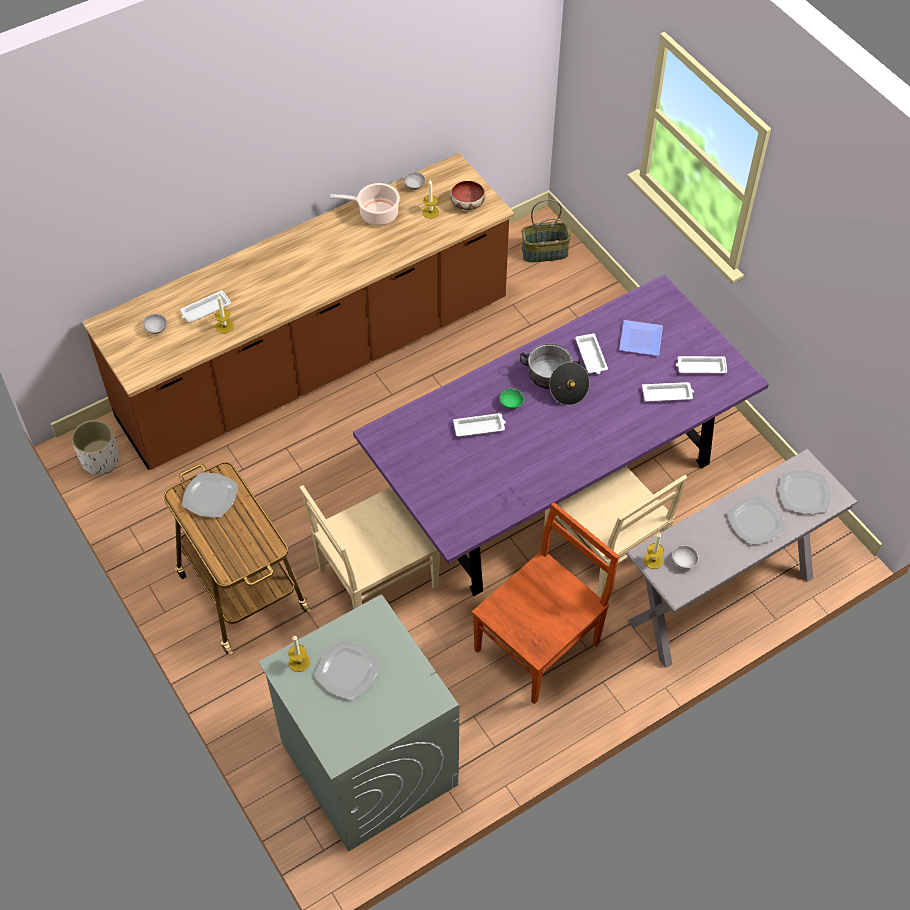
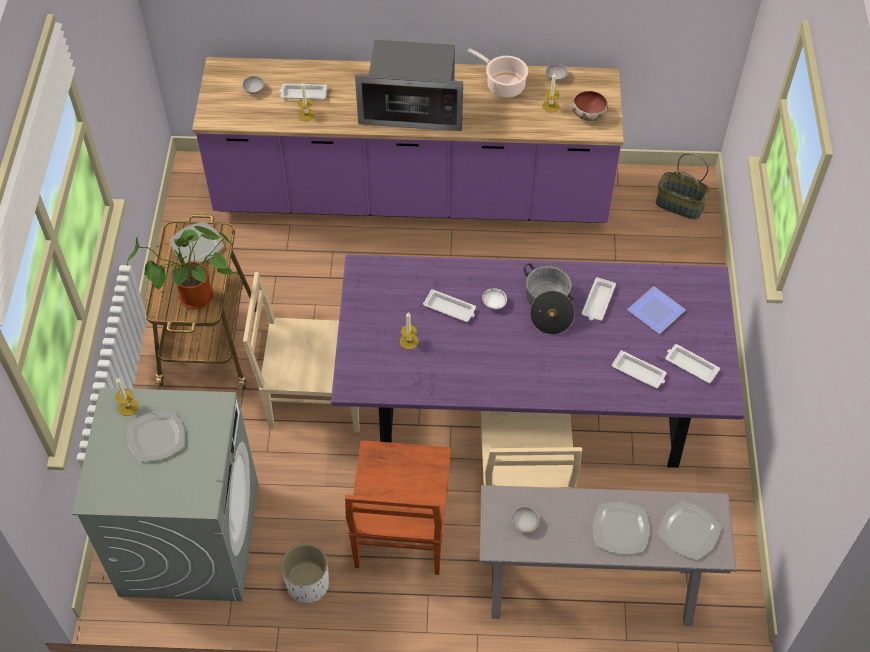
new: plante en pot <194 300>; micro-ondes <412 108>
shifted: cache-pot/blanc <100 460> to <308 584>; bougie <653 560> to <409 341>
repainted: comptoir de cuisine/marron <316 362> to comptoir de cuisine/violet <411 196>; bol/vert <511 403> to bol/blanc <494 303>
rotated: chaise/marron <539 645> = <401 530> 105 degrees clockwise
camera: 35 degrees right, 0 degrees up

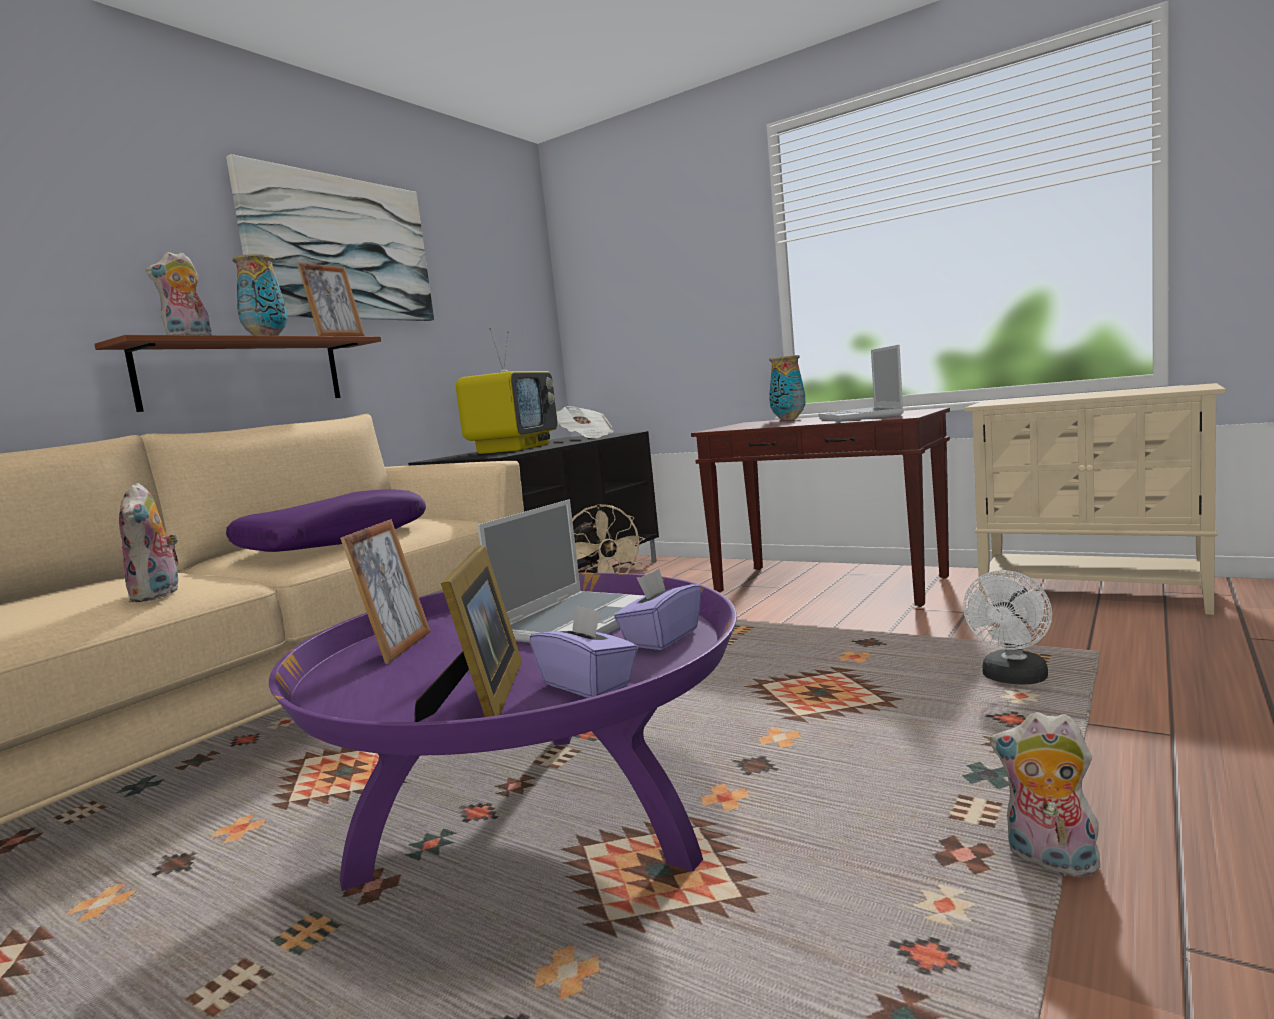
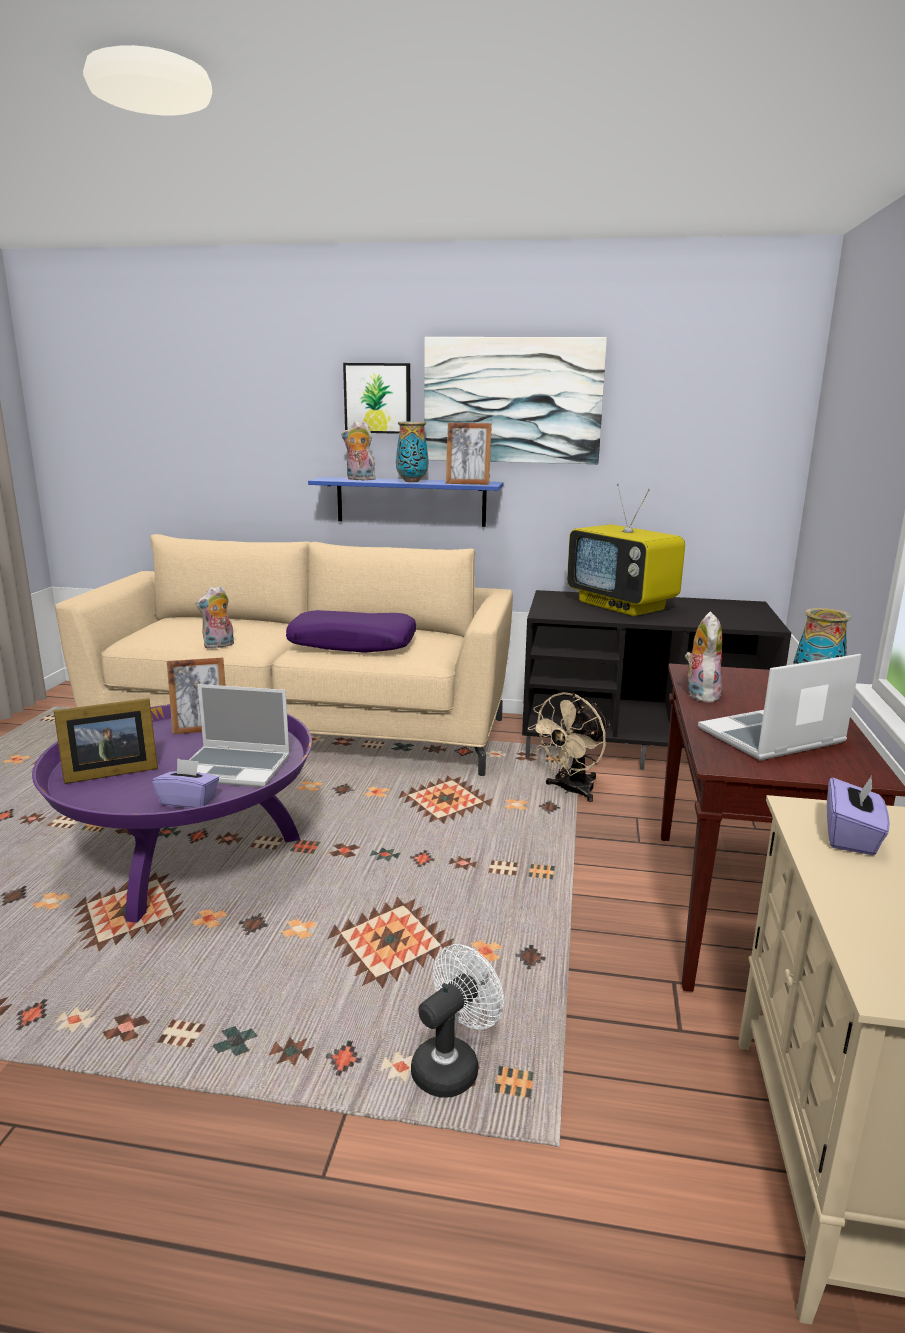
gone: journal <586 438>
new: tableau <378 398>
shifted: peluche <1049 862> to <700 694>; boîte à mouchoirs/violet <588 684> to <851 837>
repainted: étagère/marron <243 373> to étagère/bleu <411 501>
rotated: ventilateur/blanc <1013 679> = <452 1065> 120 degrees clockwise; téléviseur <514 448> = <622 605> 60 degrees clockwise
camera: 65 degrees right, 10 degrees up

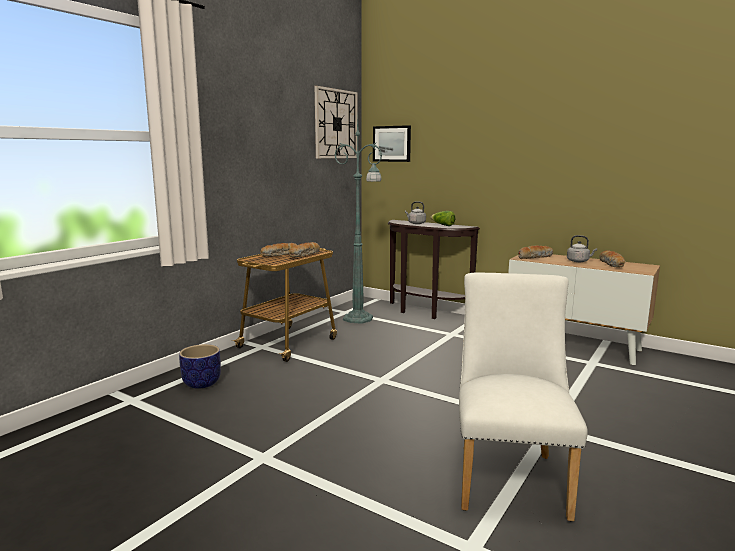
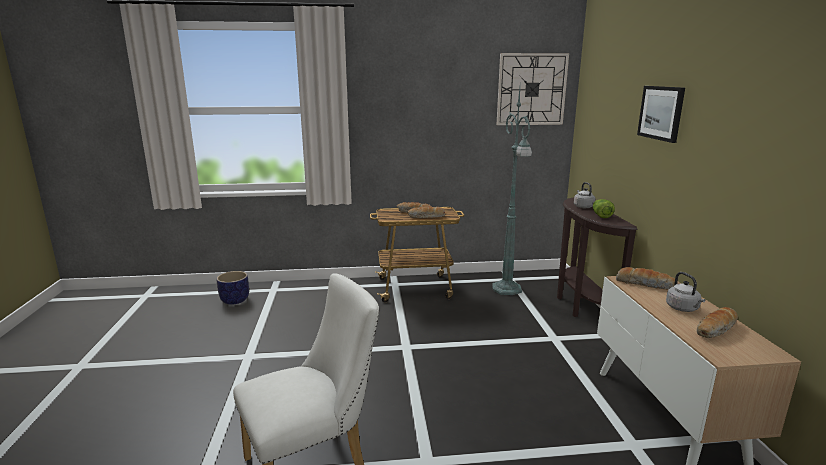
shifted: cache-pot <201 383> to <234 300>; tableau <392 143> to <661 113>
camera: 50 degrees right, 5 degrees up

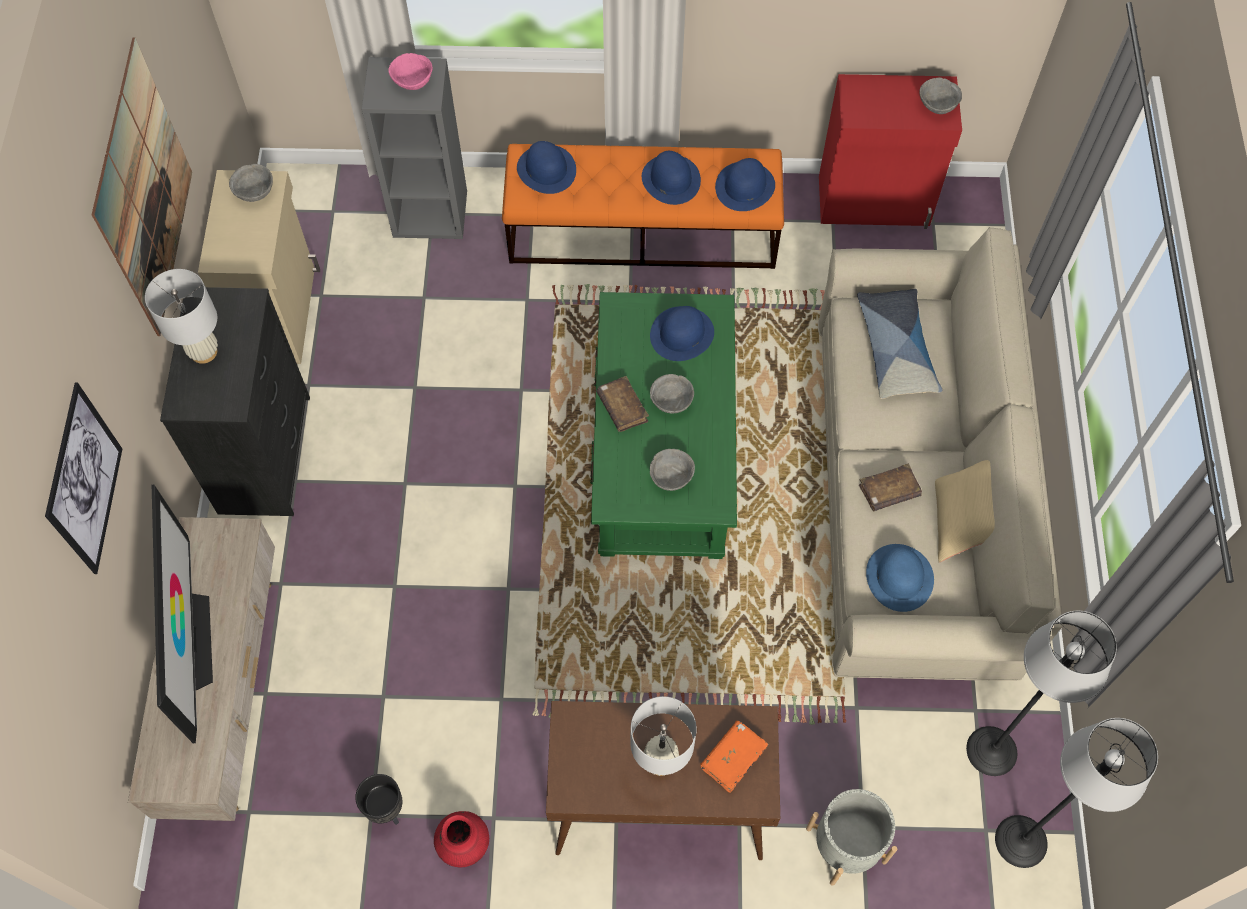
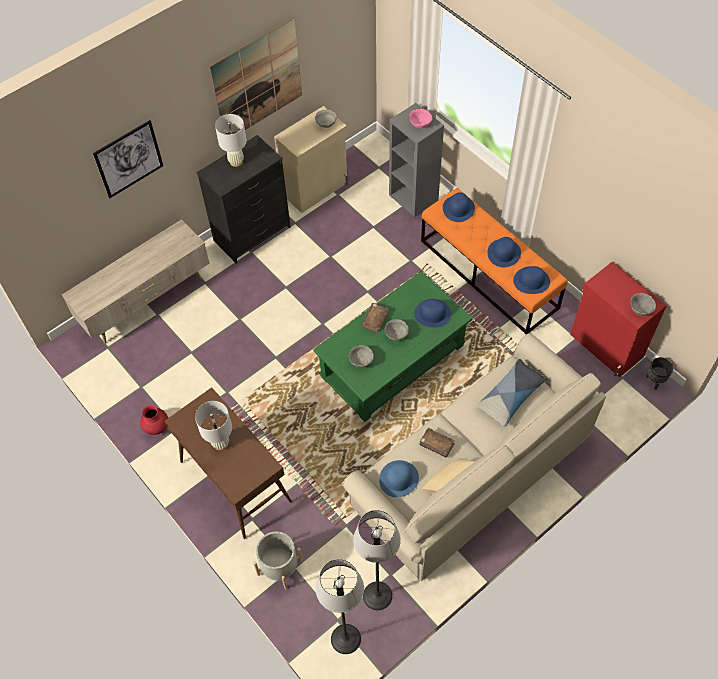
gone: téléviseur <191 641>; livre/orange <733 758>
shifted: cache-pot/noir <385 809> to <654 381>
camera: 50 degrees right, 5 degrees down

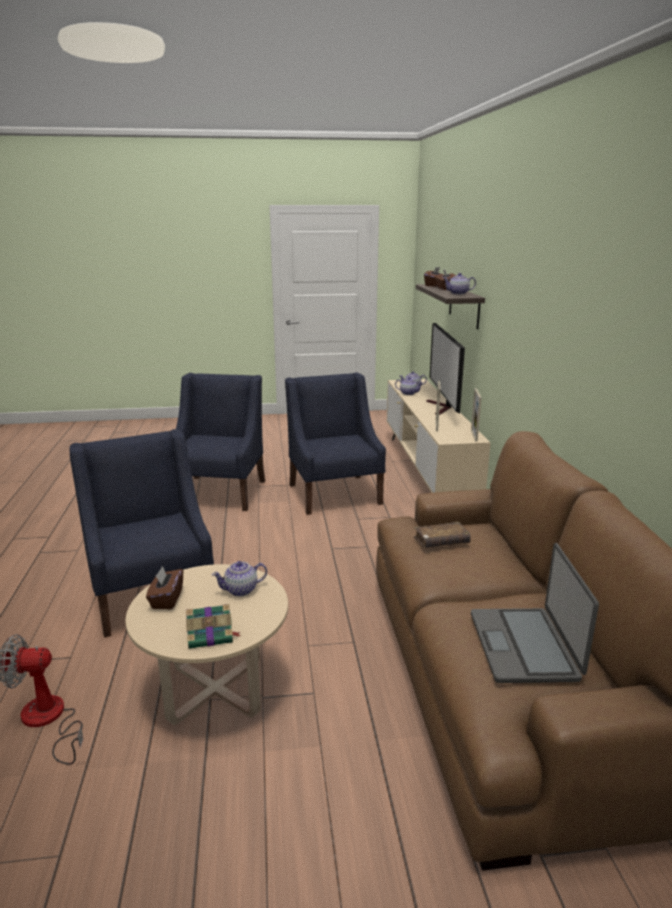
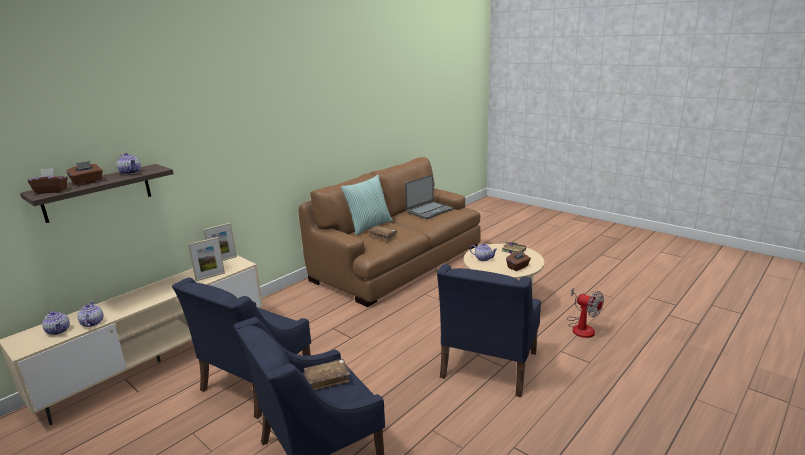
gone: téléviseur <442 408>
new: livre/marron <327 379>; coussin <369 226>
camera: 130 degrees left, 0 degrees up

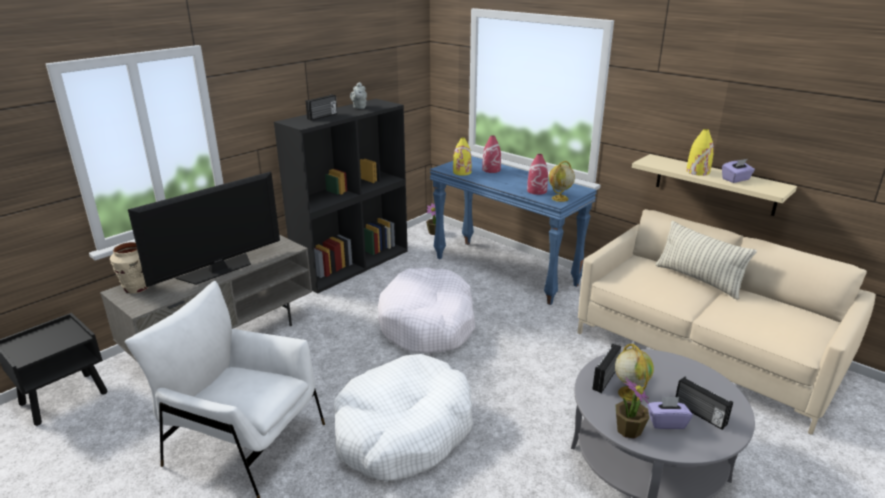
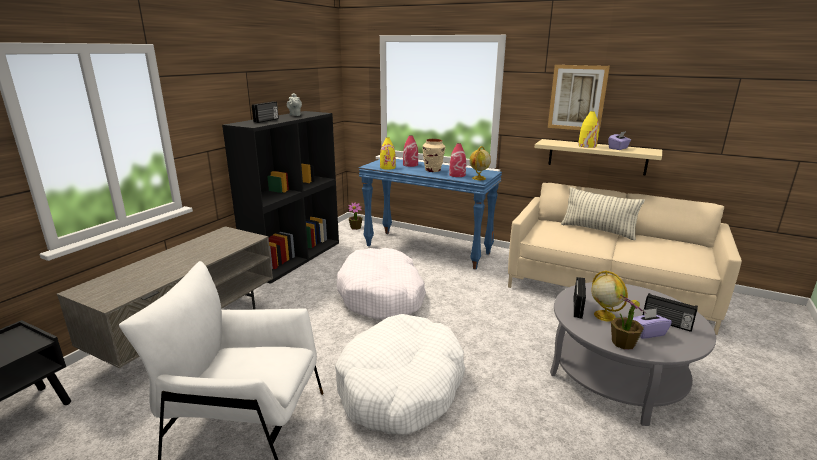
gone: téléviseur <218 270>
new: tableau <577 98>
shifted: vase/beige <137 288> to <433 170>
camera: 15 degrees left, 5 degrees down

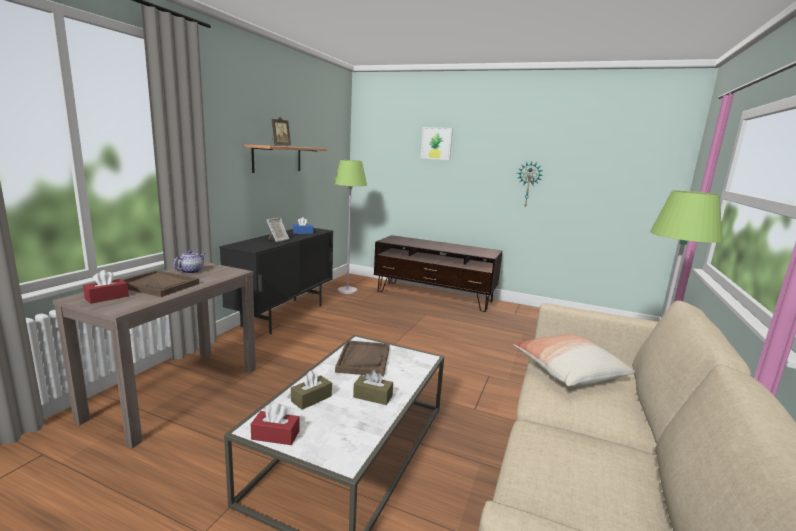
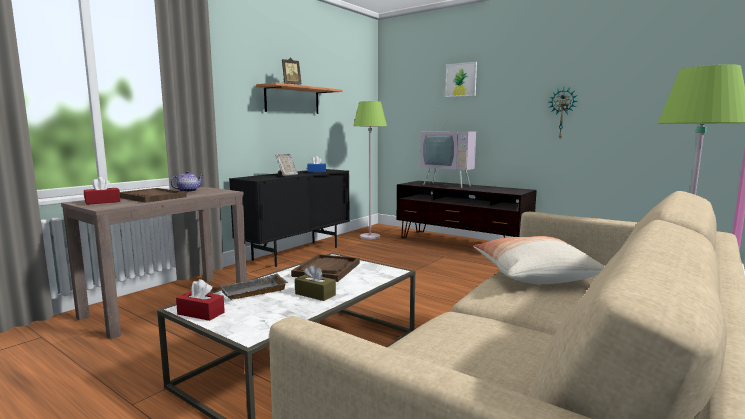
new: téléviseur <448 185>
swapped: boîte à mouchoirs/marron <311 398> to plateau/gris <254 292>
camera: 15 degrees right, 5 degrees down

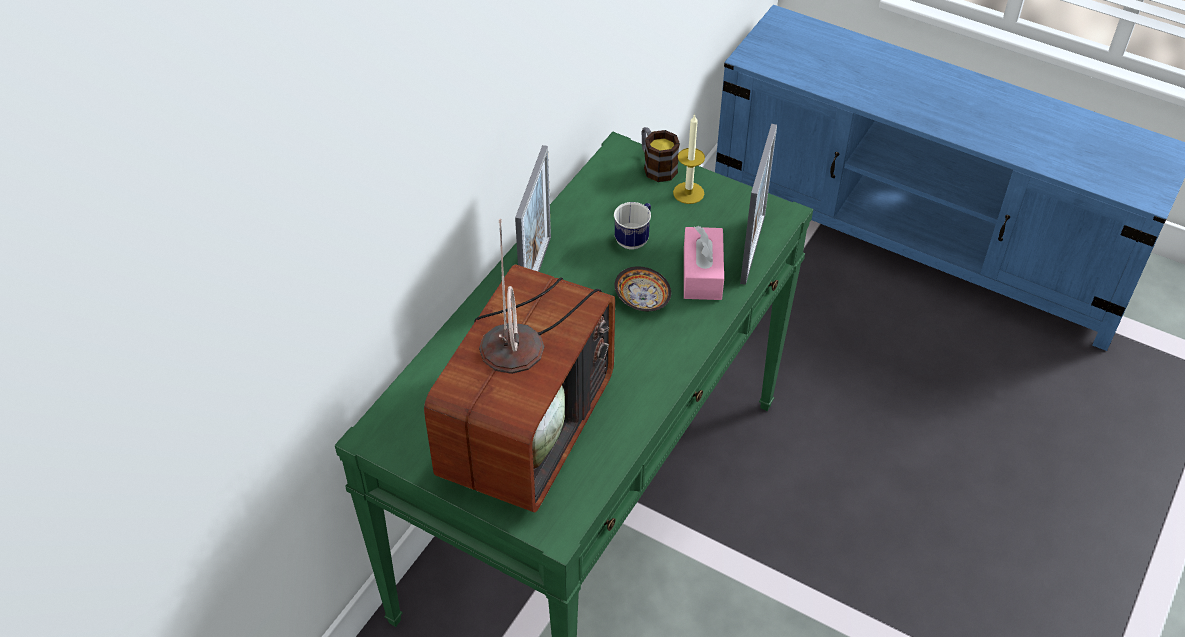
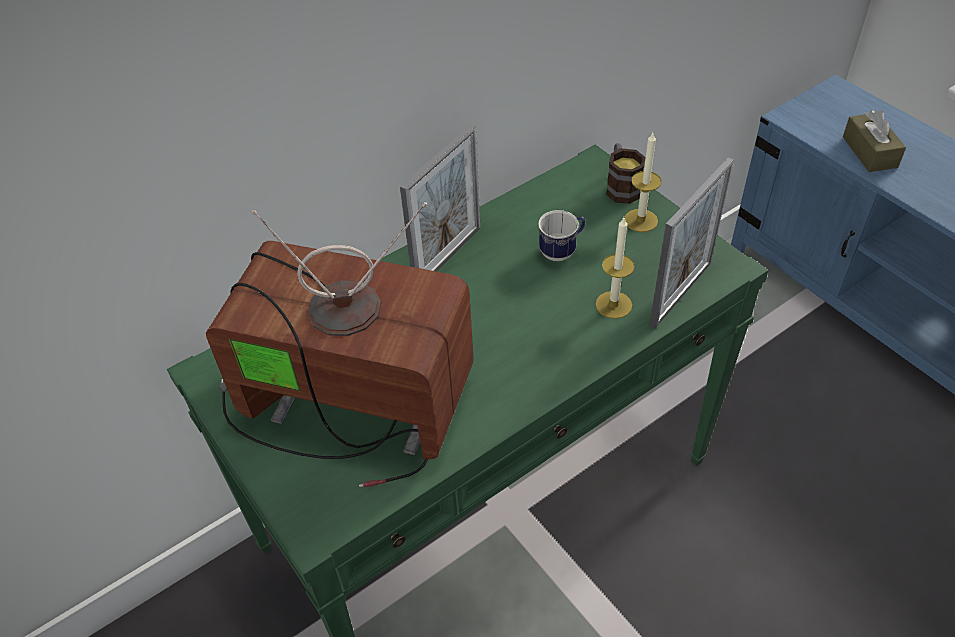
gone: bol <642 300>
new: boîte à mouchoirs/marron <869 152>
swapped: boîte à mouchoirs/rose <702 273> to bougie <613 305>
rotated: téléviseur <523 424> = <348 405> 120 degrees counterclockwise
camera: 25 degrees right, 0 degrees up

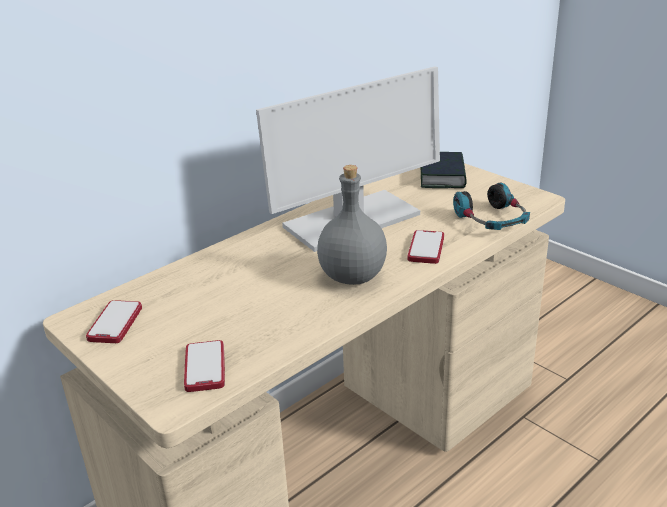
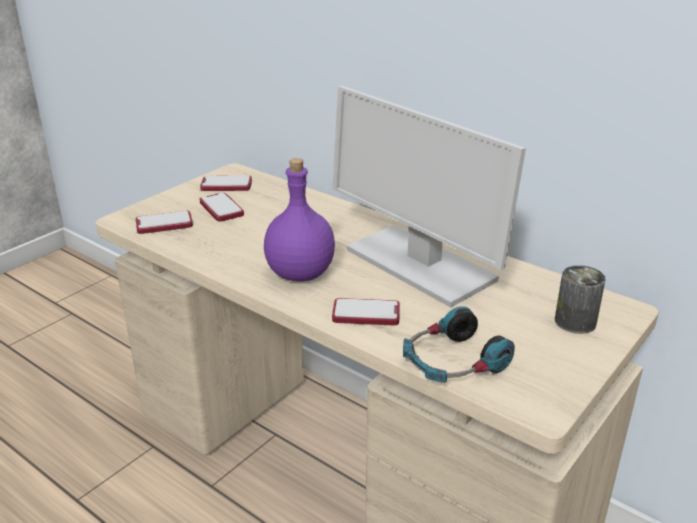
new: téléphone <221 208>
swapped: livre <442 176> to boîte métallique <575 321>
repainted: bouteille/gris <353 277> to bouteille/violet <299 274>
camera: 80 degrees right, 0 degrees up

